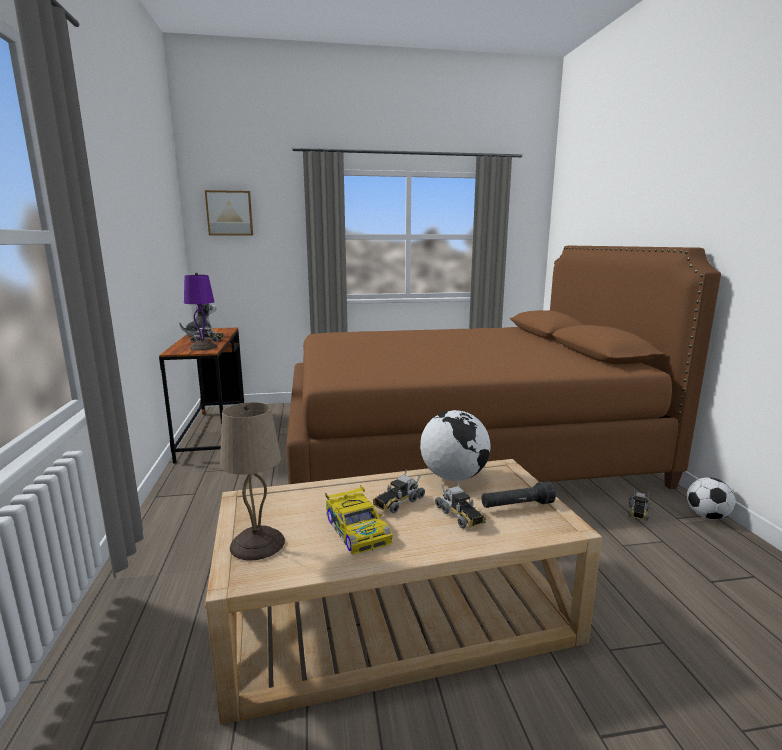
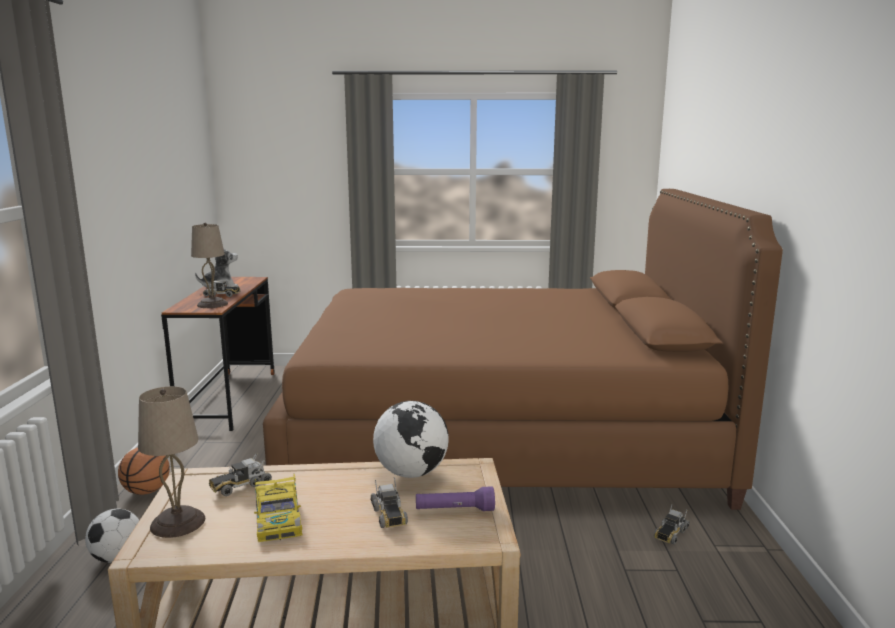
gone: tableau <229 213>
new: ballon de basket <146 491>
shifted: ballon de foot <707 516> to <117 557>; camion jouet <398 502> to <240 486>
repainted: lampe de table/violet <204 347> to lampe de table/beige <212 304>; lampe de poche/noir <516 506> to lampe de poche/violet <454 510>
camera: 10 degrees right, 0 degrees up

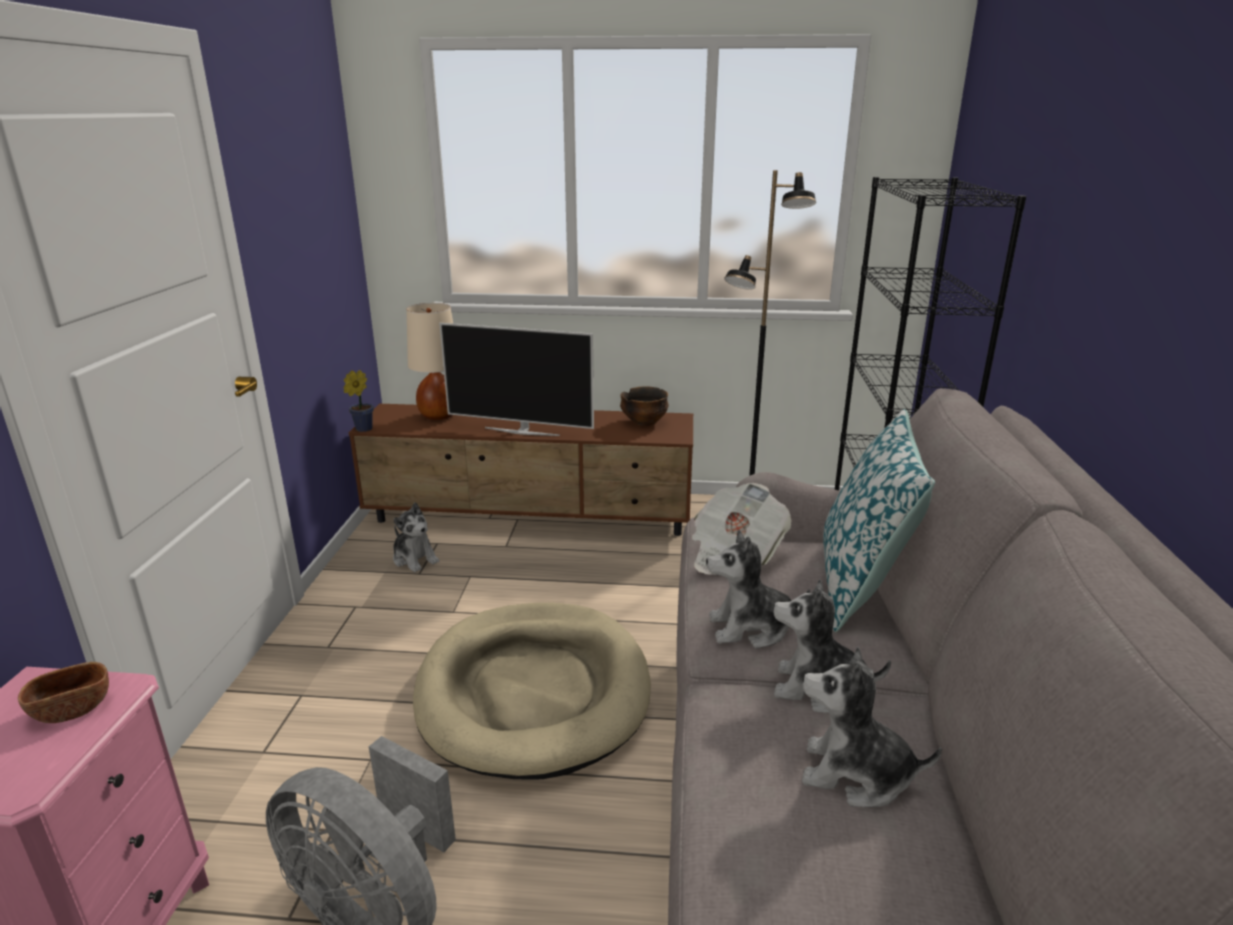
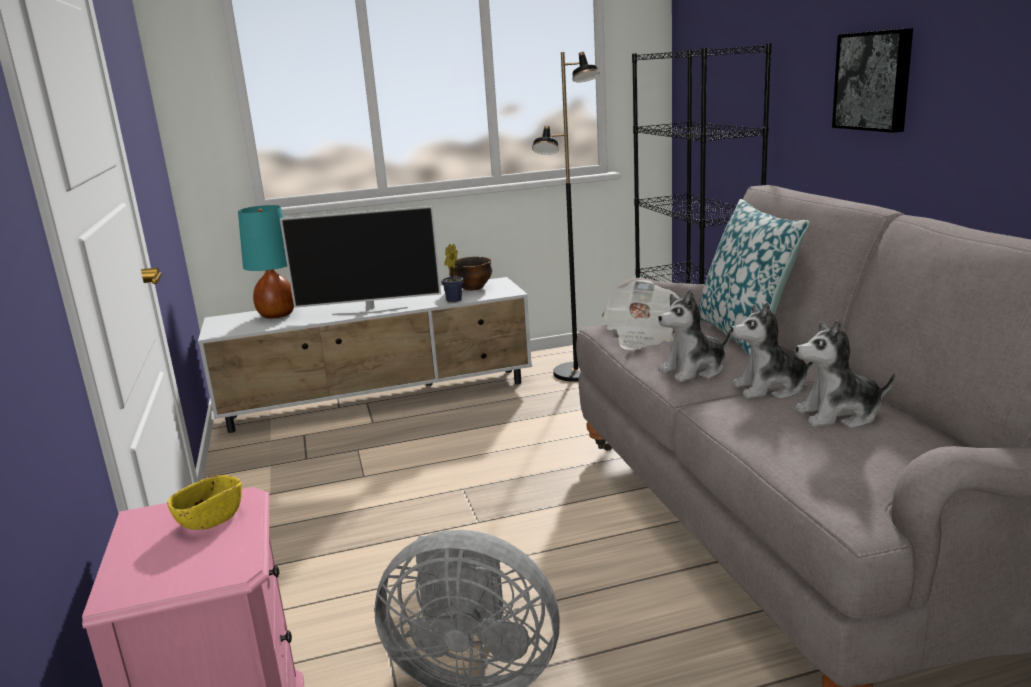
gone: peluche <415 559>; panier pour chien/beige <533 692>
new: tableau <874 81>
shifted: plante en pot <362 429> to <453 301>
repainted: bol/marron <72 708> to bol/jaune <210 519>; meuble télé/marron <532 519> to meuble télé/blanc <380 399>; lampe de table/beige <438 416> to lampe de table/turquoise <276 315>
camera: 20 degrees left, 5 degrees down

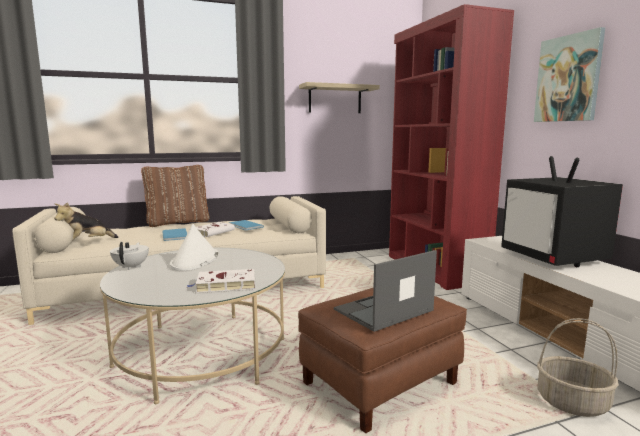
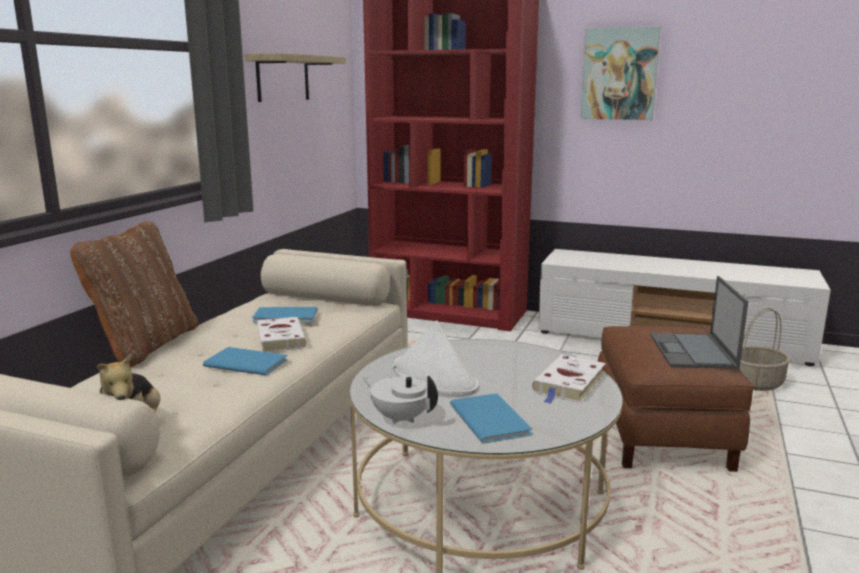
gone: téléviseur <554 258>
new: livre/bleu <491 418>
camera: 50 degrees left, 5 degrees up

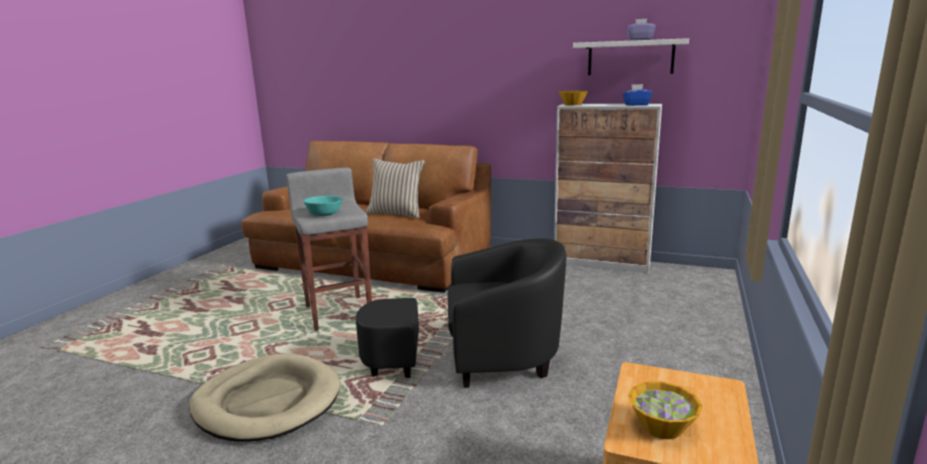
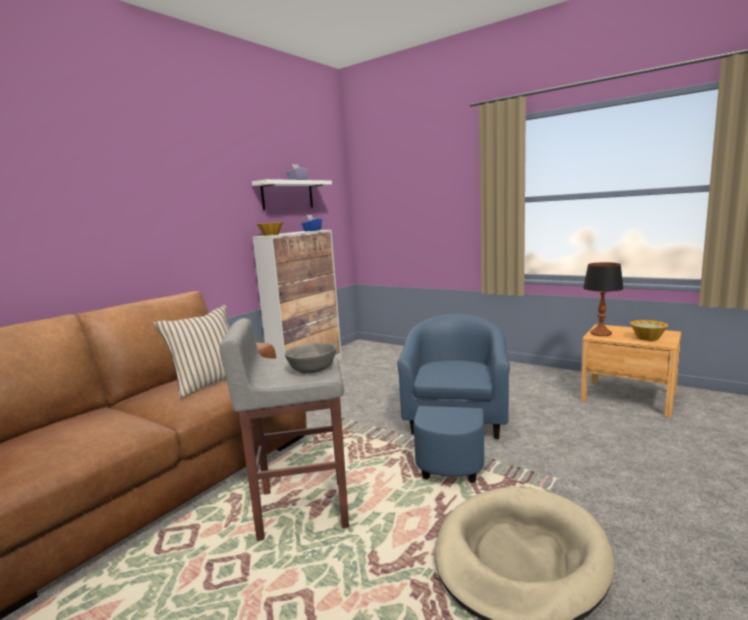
new: lampe de table <600 333>
repainted: bol/turquoise <324 214> to bol/gris <312 369>; fauteuil/noir <476 360> to fauteuil/bleu <455 430>
camera: 75 degrees left, 5 degrees down

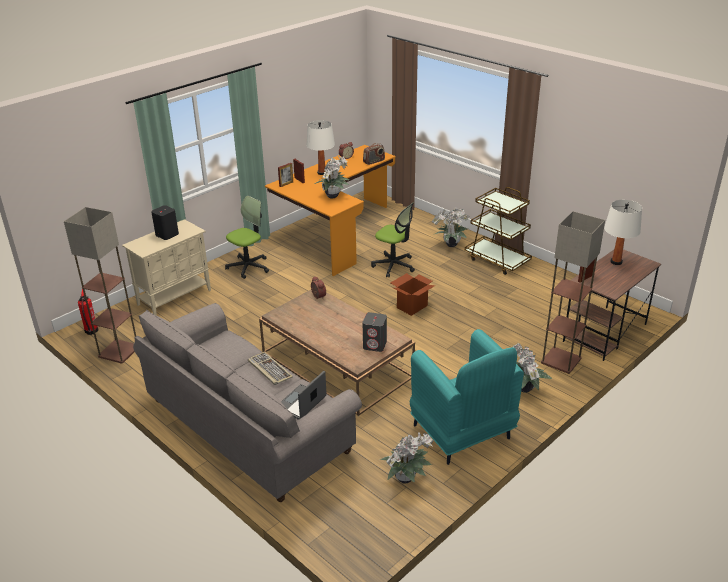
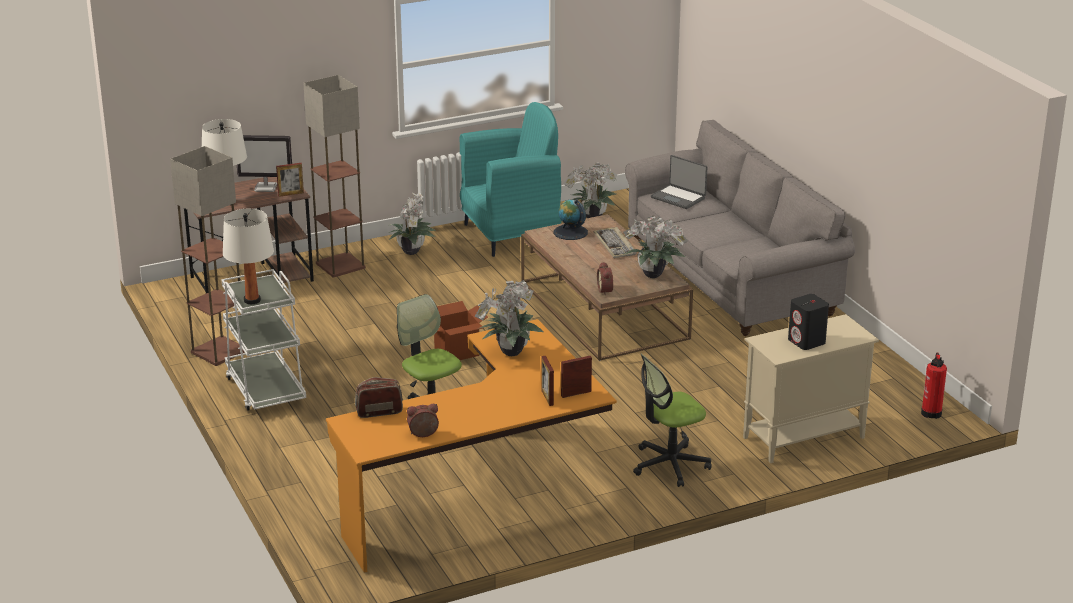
new: écran d'ordinateur <266 187>
shifted: lampadaire <119 351> to <219 352>; lampe de table/blanc <322 173> to <252 300>; clavier <269 370> to <615 245>; plante en pot <450 245> to <654 275>
swapped: enceinte/gris <375 345> to globe <570 232>
repainted: chariot/marron <497 260> to chariot/blanc <265 389>
rotated: fauteuil/turquoise <462 433> = <511 234> 75 degrees clockwise; ordinateur portable <302 403> = <679 197> 75 degrees clockwise
camera: 160 degrees left, 5 degrees down

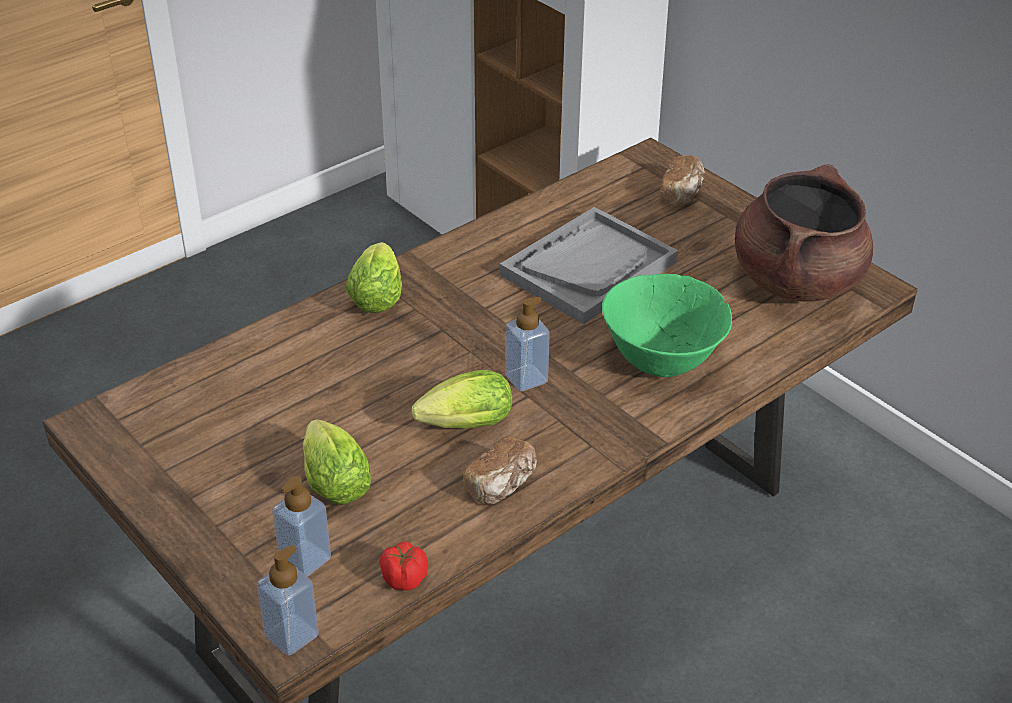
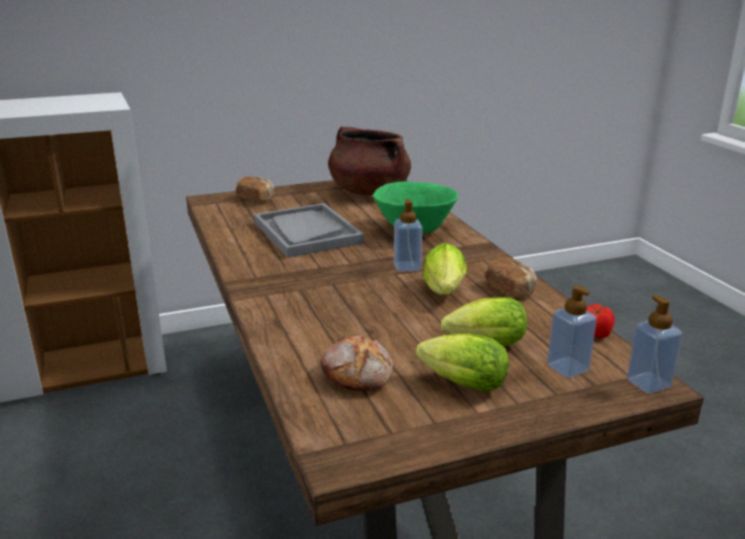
new: pain <358 374>
shifted: laitue <377 295> to <459 383>
camera: 70 degrees left, 15 degrees down

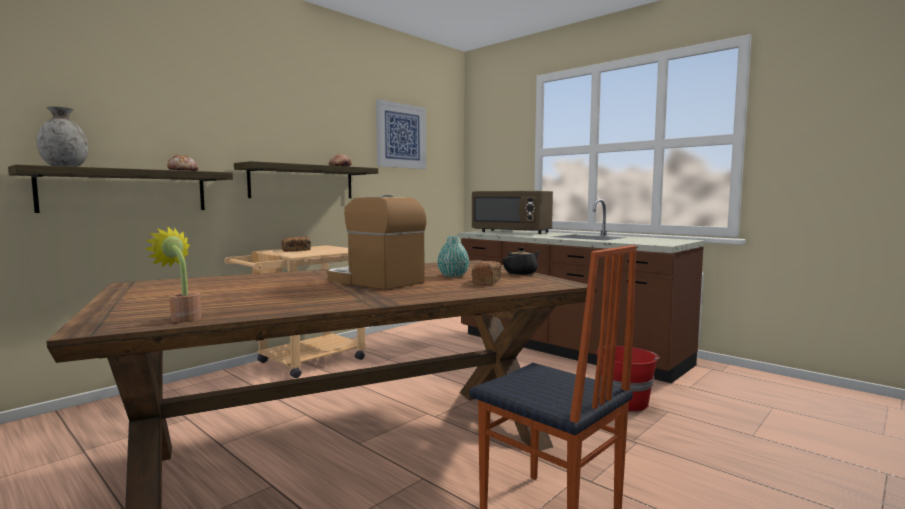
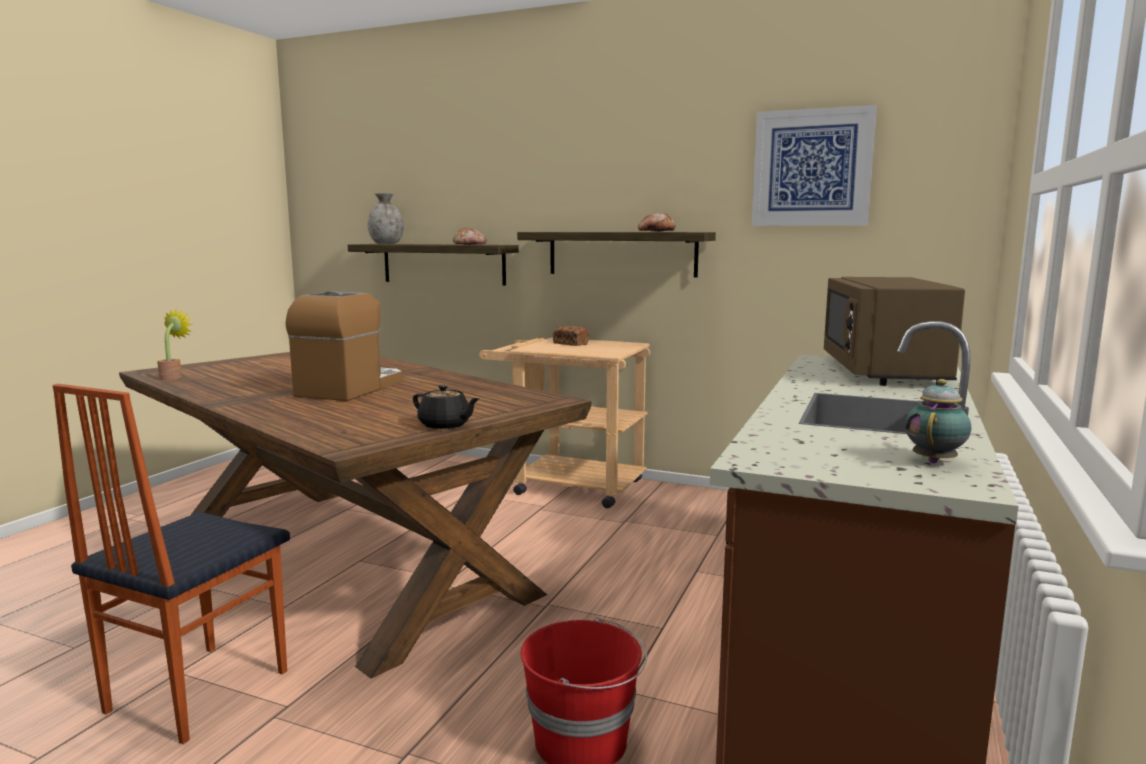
gone: vase/turquoise <453 276>; pain <486 282>
new: théière <935 461>
camera: 70 degrees right, 5 degrees up

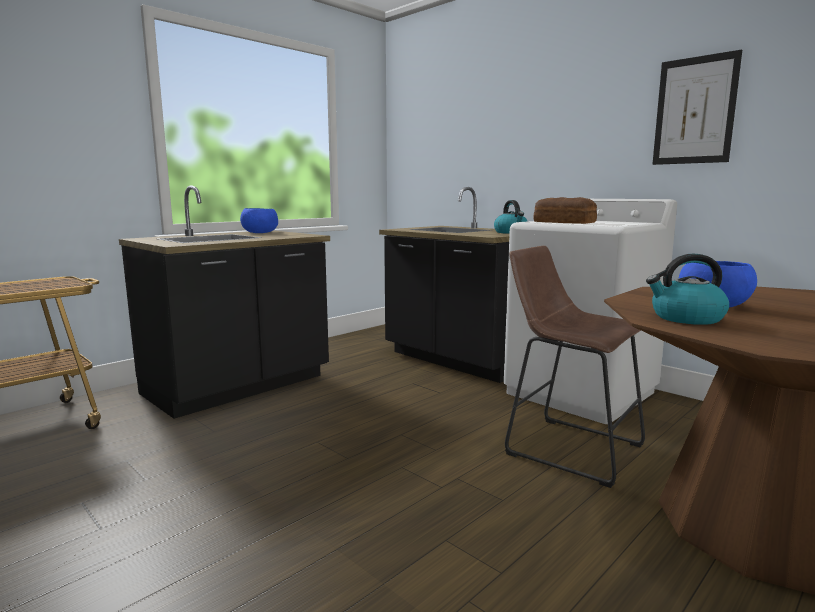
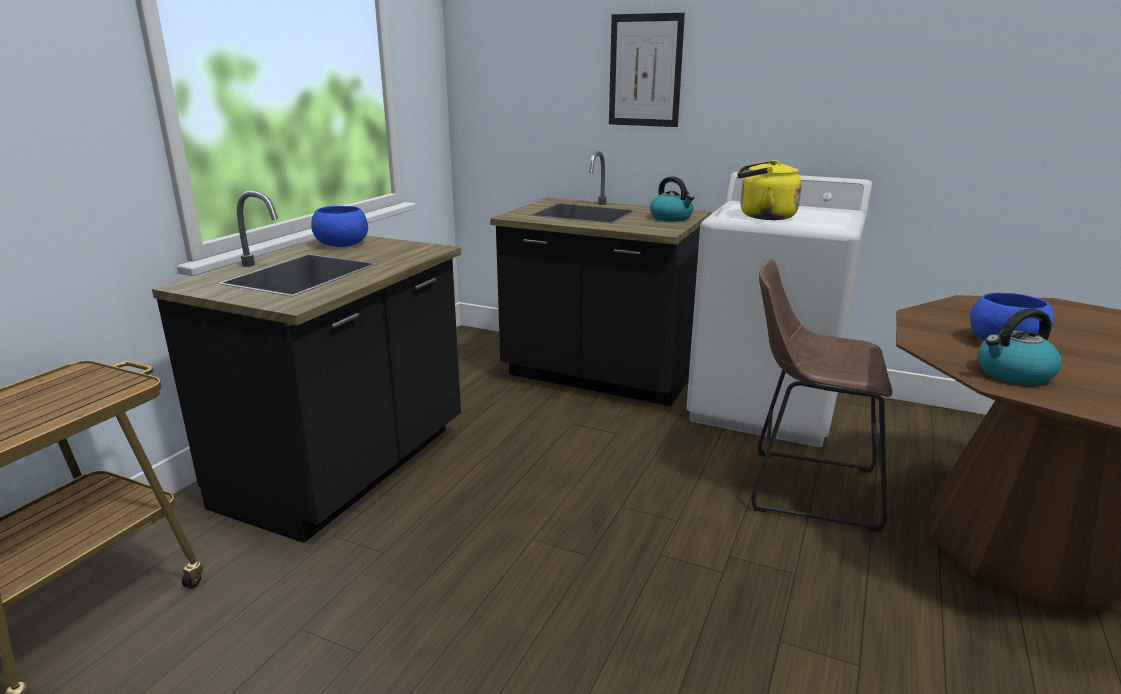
shifted: tableau <694 111> to <645 71>
swapped: pain <563 222> to bouilloire/jaune <763 216>
camera: 20 degrees left, 10 degrees up

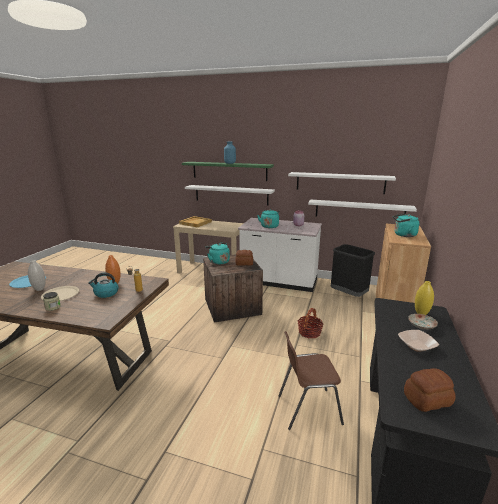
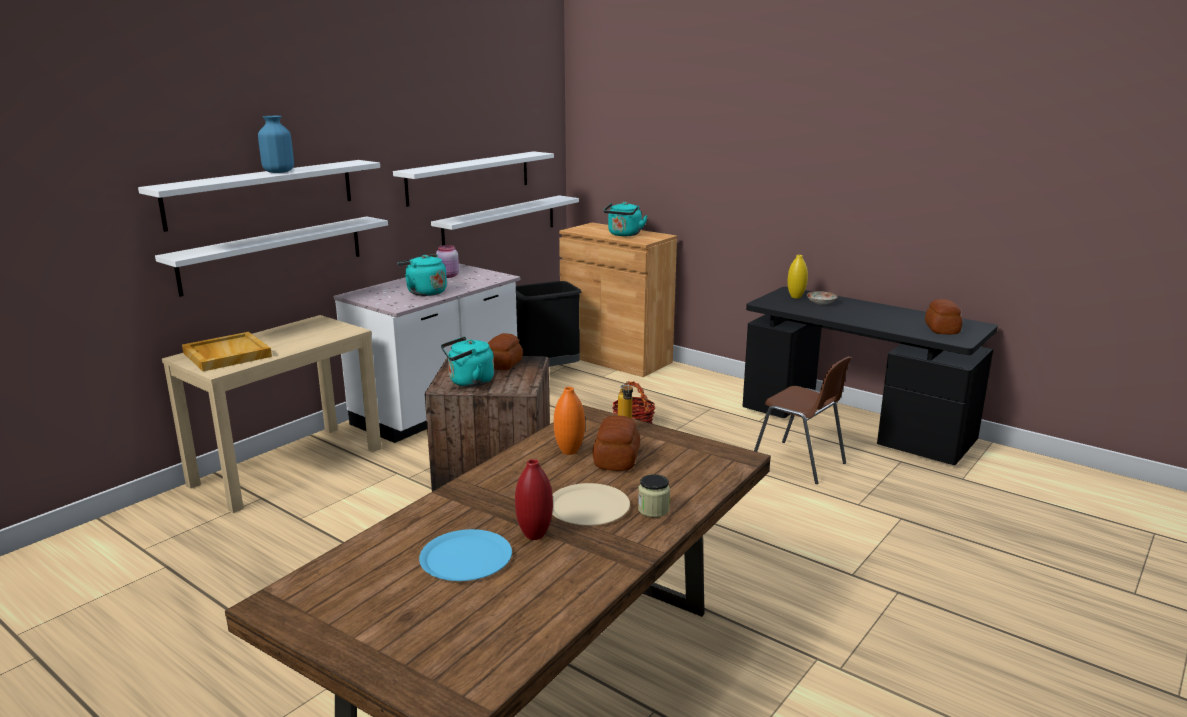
gone: bol <416 345>
swapped: bouilloire <106 293> to pain <617 459>
repainted: étagère/vert <229 171> to étagère/blanc <262 193>; vase/blanc <39 289> to vase/rouge <534 535>
rotated: chaise/marron <308 409> = <799 463> 60 degrees counterclockwise
camera: 70 degrees left, 0 degrees up

